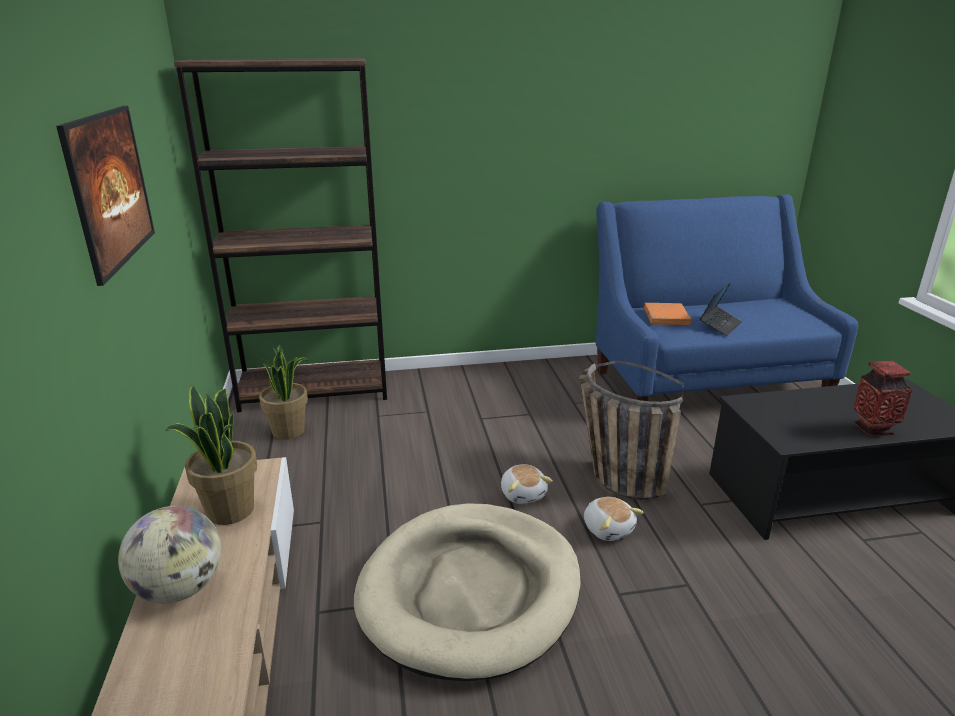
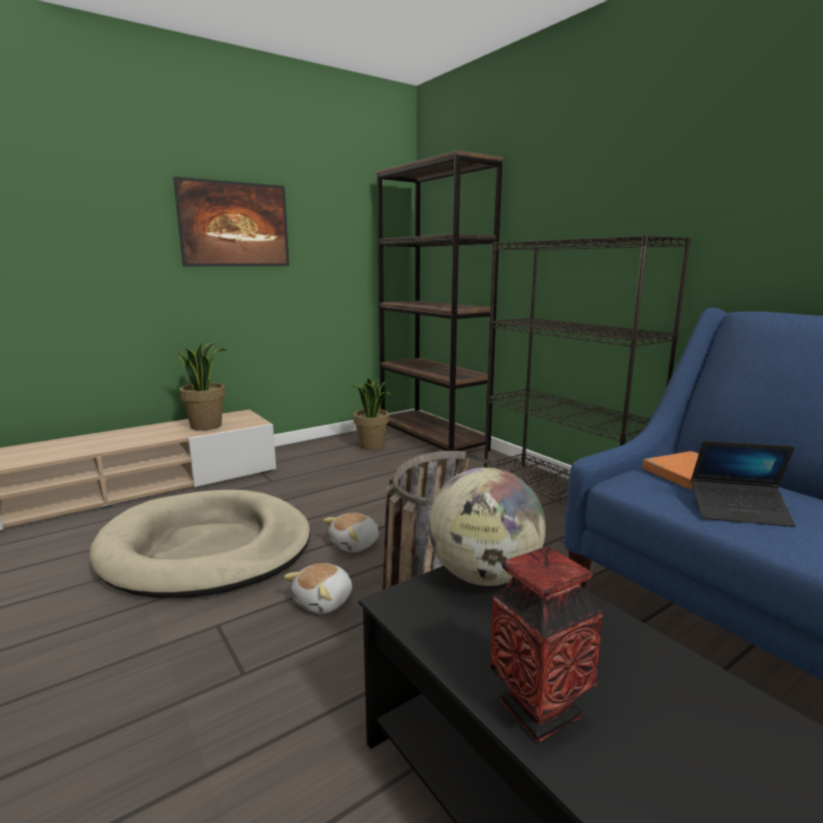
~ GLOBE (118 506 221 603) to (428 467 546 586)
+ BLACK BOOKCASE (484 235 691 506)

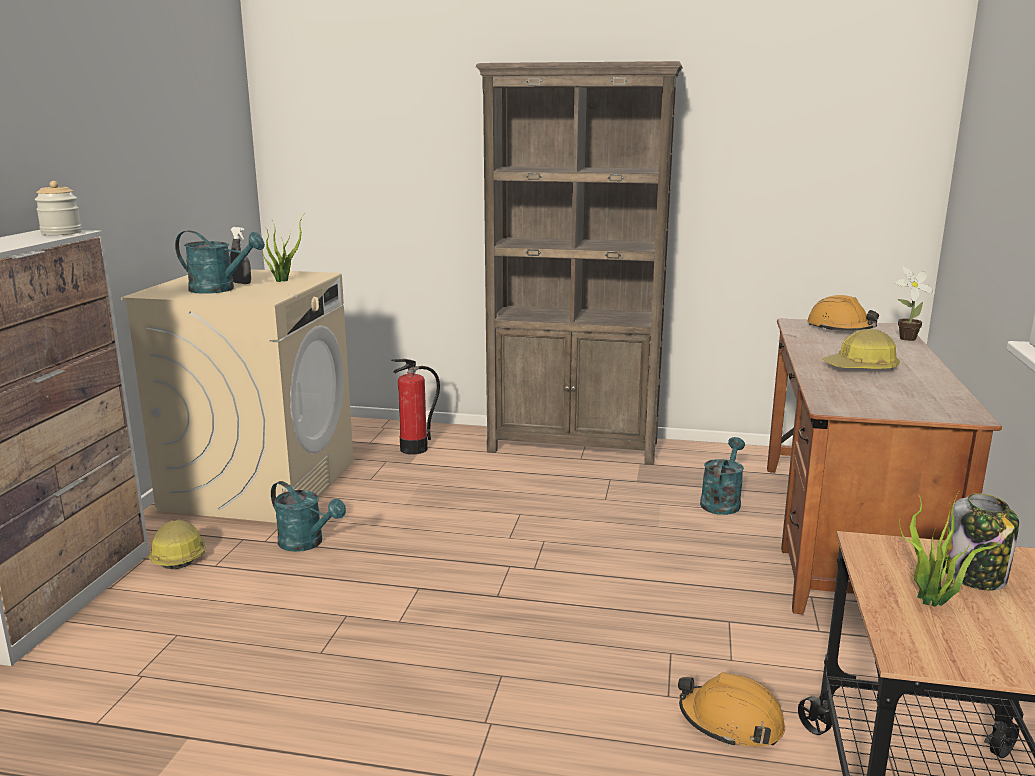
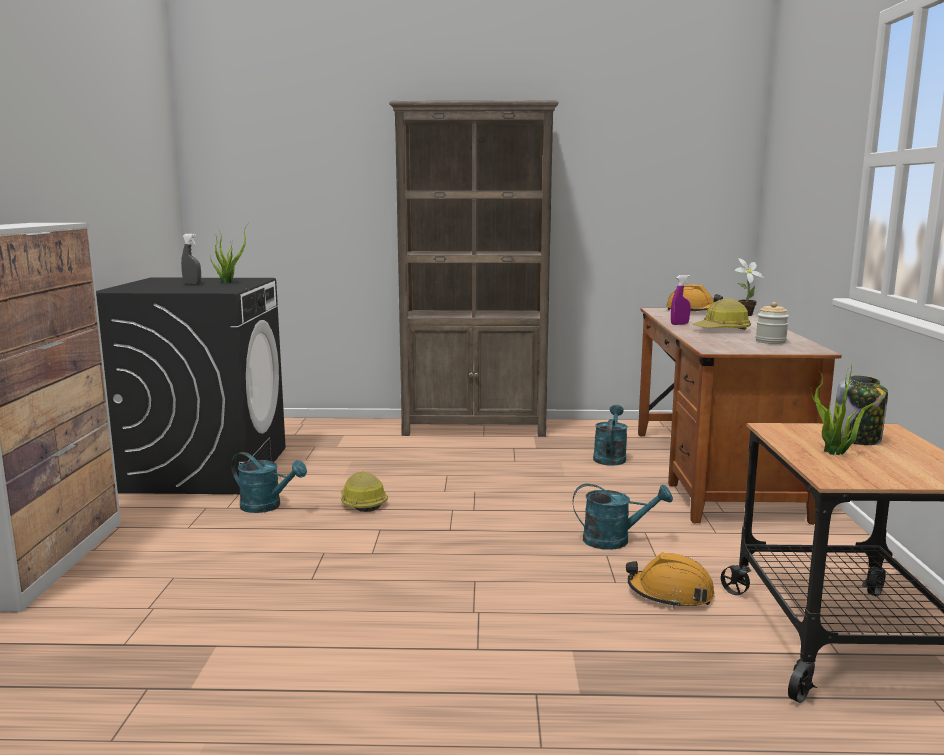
~ JAR (35 181 82 235) to (756 302 789 344)
~ TURQUOISE WATERING CAN (175 230 265 294) to (573 484 673 550)
~ BEIGE WASHING MACHINE (121 269 354 523) to BLACK WASHING MACHINE (96 278 286 494)
- FIRE EXTINGUISHER (392 359 440 455)
~ HARD HAT (149 519 206 569) to (341 471 388 512)
+ PURPLE SPRAY BOTTLE (671 275 691 325)

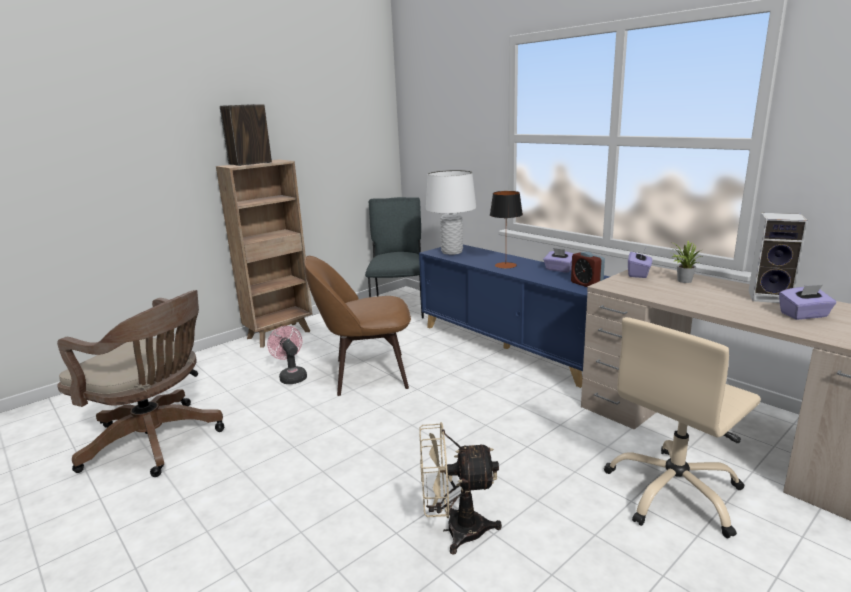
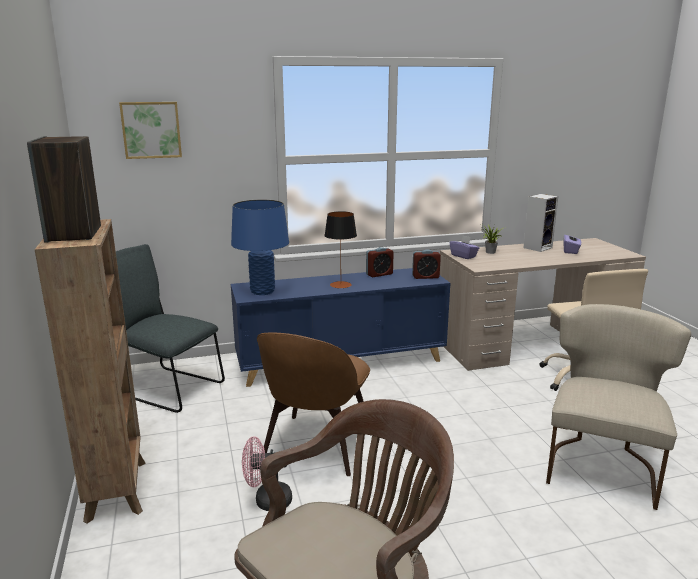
~ WHITE TABLE LAMP (426 170 476 255) to BLUE TABLE LAMP (231 200 289 295)
~ PURPLE TISSUE BOX (543 248 574 273) to ALARM CLOCK (366 247 394 277)
~ BEIGE FAN (419 422 502 555) to BEIGE CHAIR (546 304 691 510)
+ PICTURE (119 102 182 159)

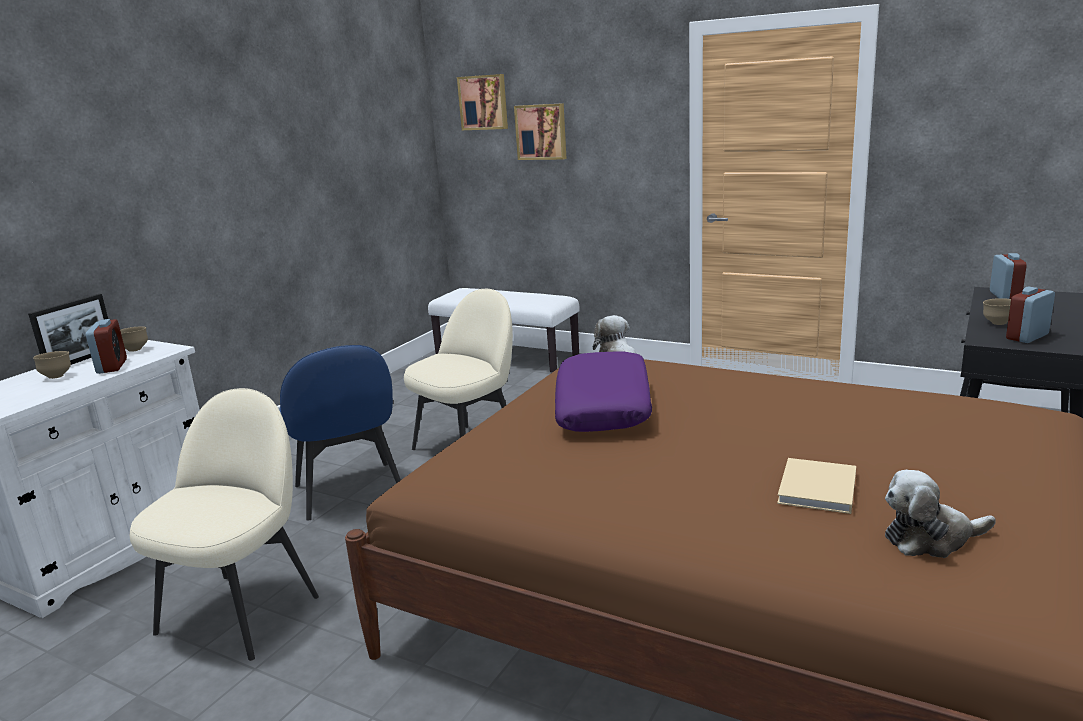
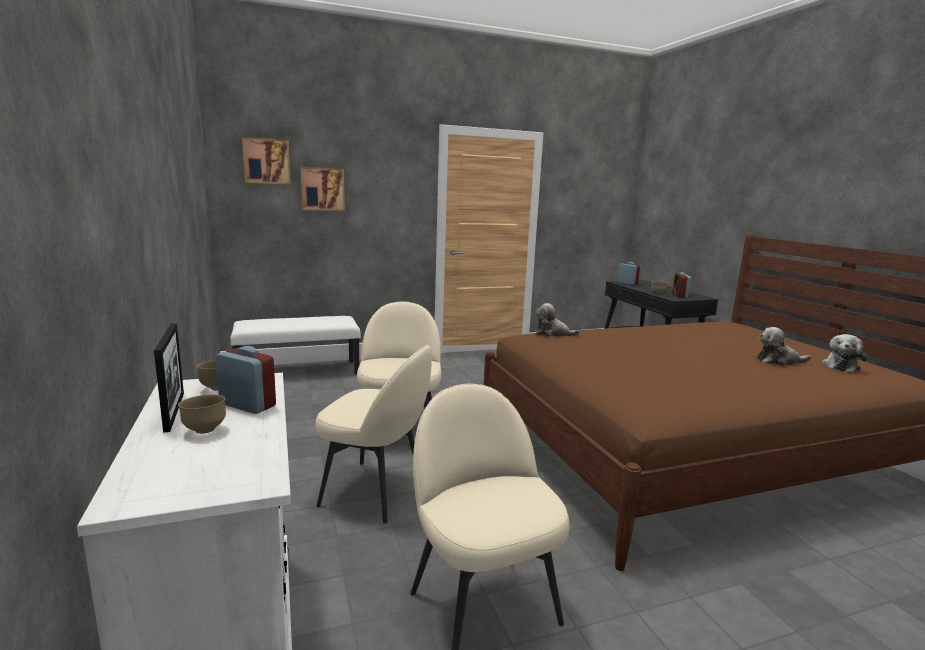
~ BLUE CHAIR (279 345 401 521) to BEIGE CHAIR (315 345 432 523)
- PURPLE PILLOW (555 351 652 432)
~ BEIGE BOOK (777 458 856 514) to PLUSH TOY (757 327 811 366)

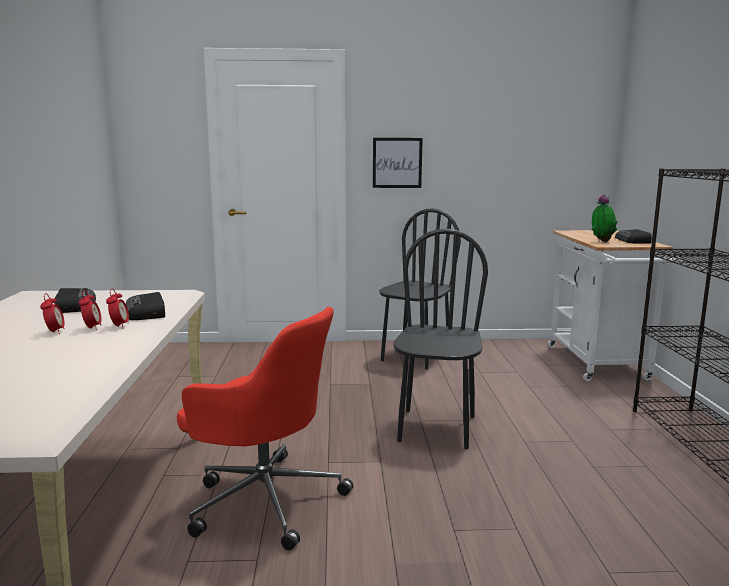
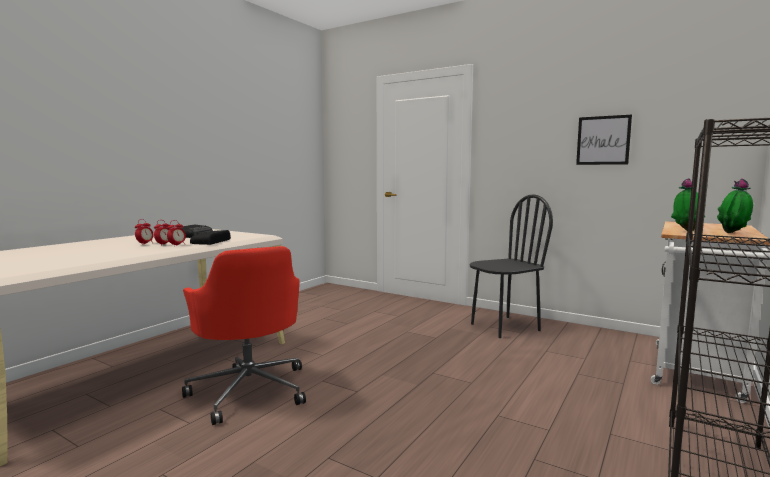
~ PICTURE (373 138 423 188) to (576 115 632 165)
- BLACK CHAIR (393 229 488 449)
~ RADIO (615 229 652 243) to POTTED PLANT (717 179 753 233)

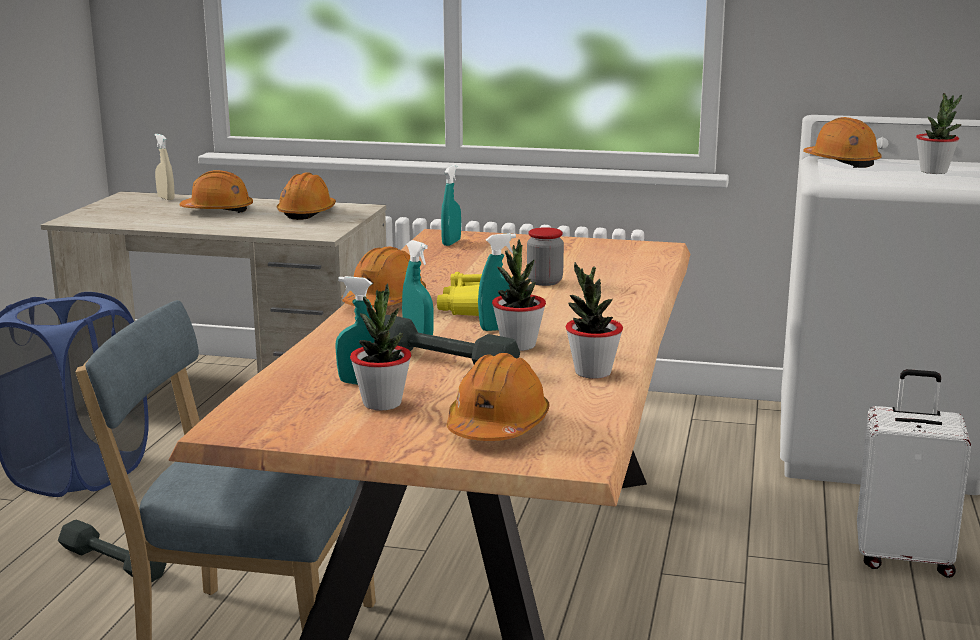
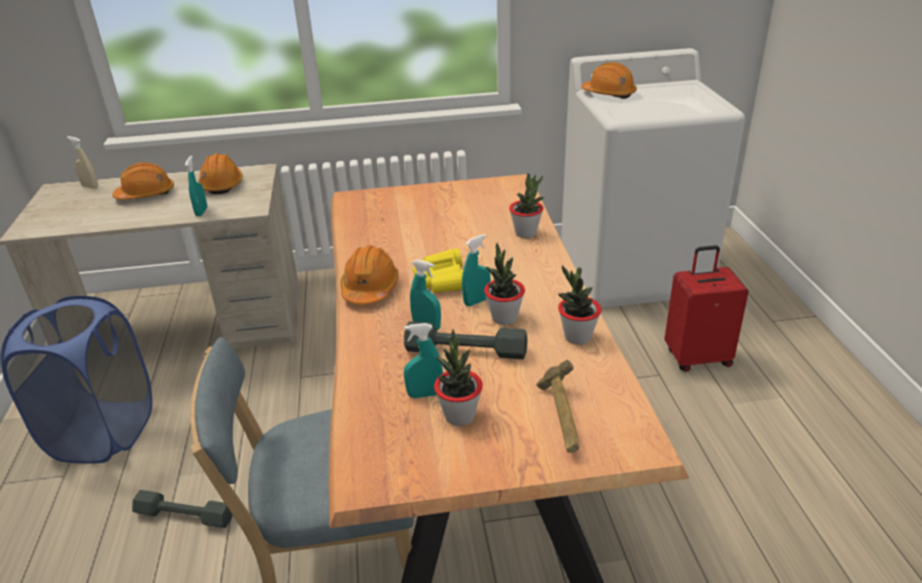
~ POTTED PLANT (916 93 962 174) to (509 173 544 238)
~ TURQUOISE SPRAY BOTTLE (441 165 461 246) to (185 156 207 216)
- JAR (527 227 564 286)
~ ORANGE HARD HAT (447 353 550 441) to HAMMER (536 360 579 453)
~ WHITE SUITCASE (857 369 971 578) to RED SUITCASE (665 245 749 372)

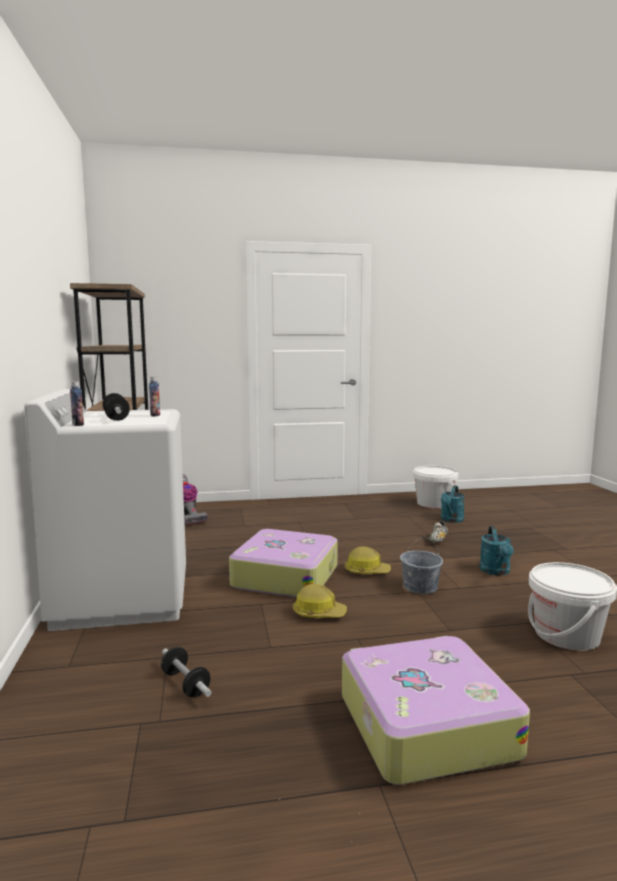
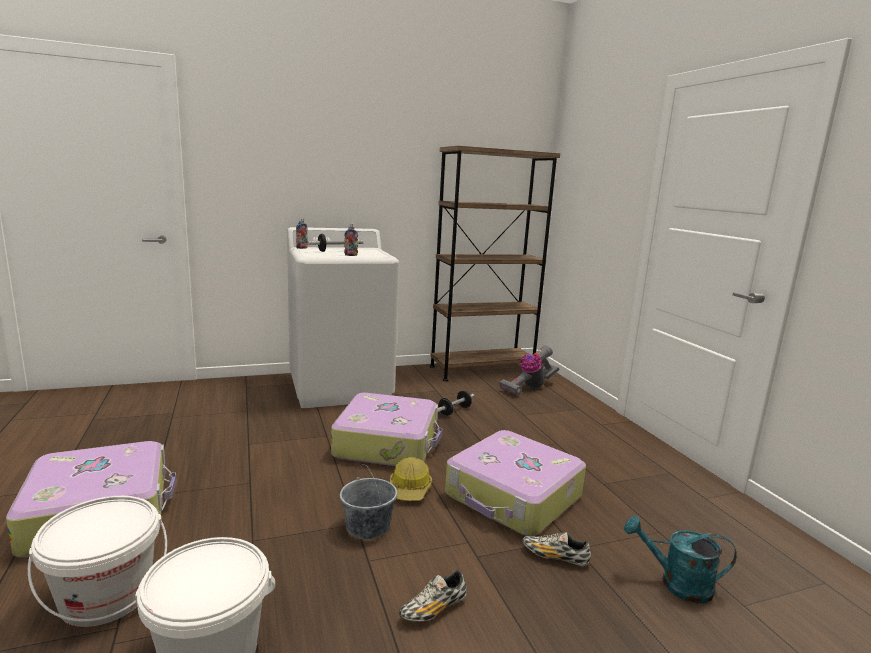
~ WHITE BUCKET (413 466 458 509) to (28 496 167 627)
~ TURQUOISE WATERING CAN (479 526 514 575) to SHOE (399 570 467 622)
- HARD HAT (293 584 347 618)
~ DUMBBELL (161 647 212 697) to (438 391 474 416)
+ SUITCASE (445 430 586 536)

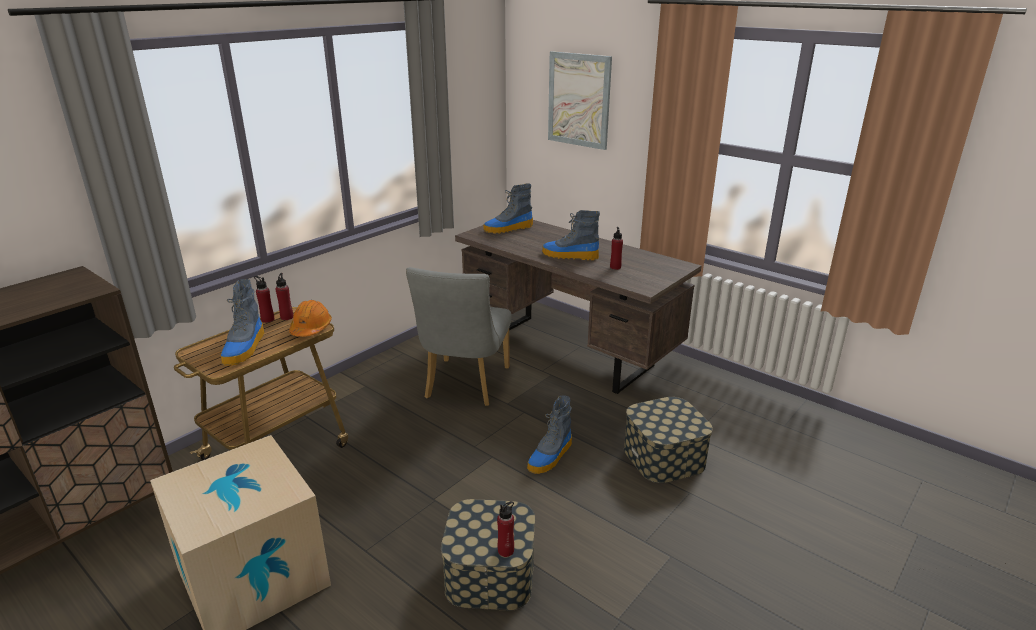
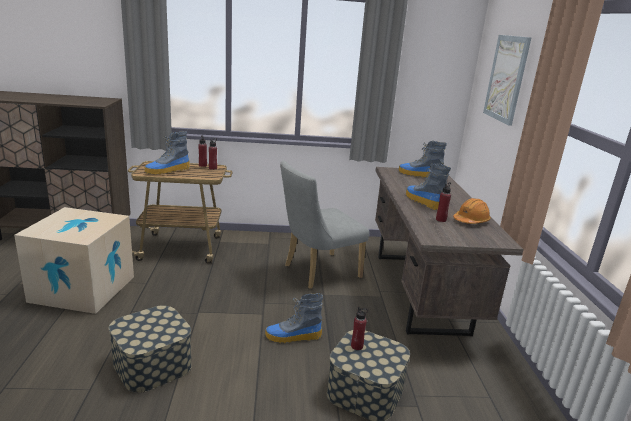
~ ORANGE HARD HAT (289 300 332 337) to (453 198 491 224)
~ RED BOTTLE (497 501 514 557) to (351 307 368 350)

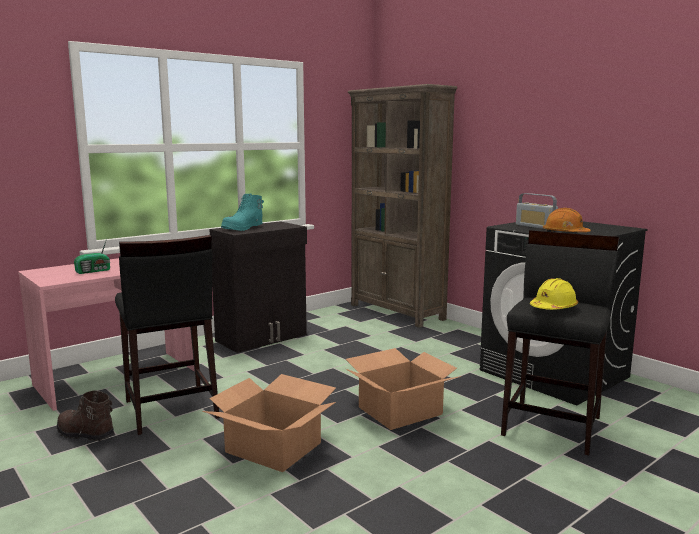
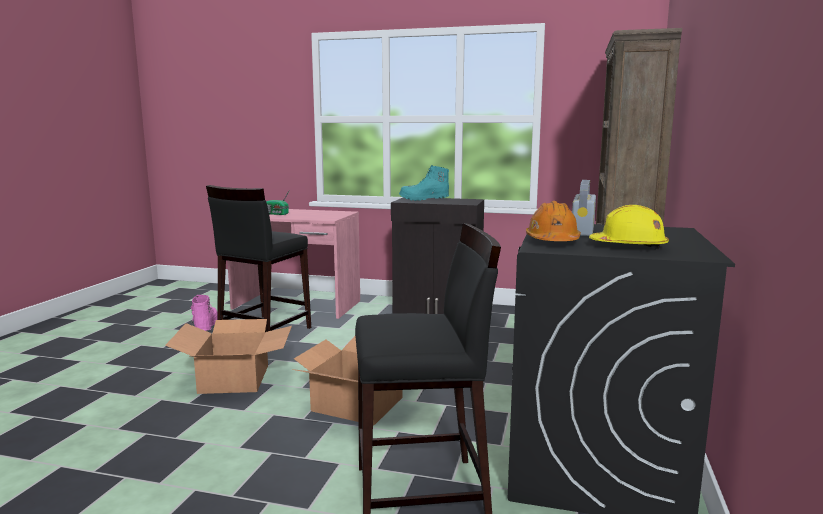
~ YELLOW HARD HAT (530 278 578 310) to (589 205 669 250)
~ BROWN BOOT (57 390 115 441) to PINK BOOT (191 295 218 331)

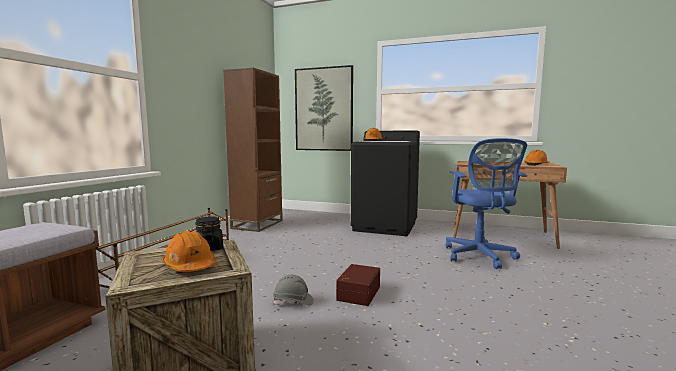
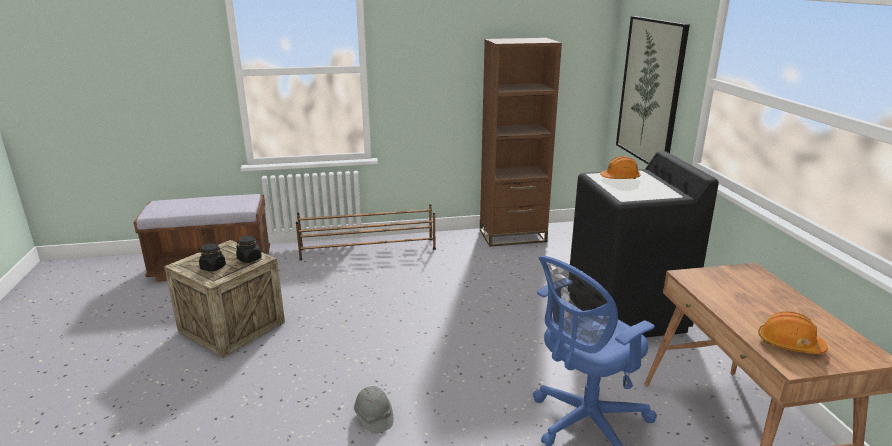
~ ORANGE HARD HAT (163 231 216 272) to BLACK JAR (199 243 226 272)
- BROWN STORAGE BOX (336 264 380 306)
~ GREY HARD HAT (273 274 314 305) to (354 386 393 434)

